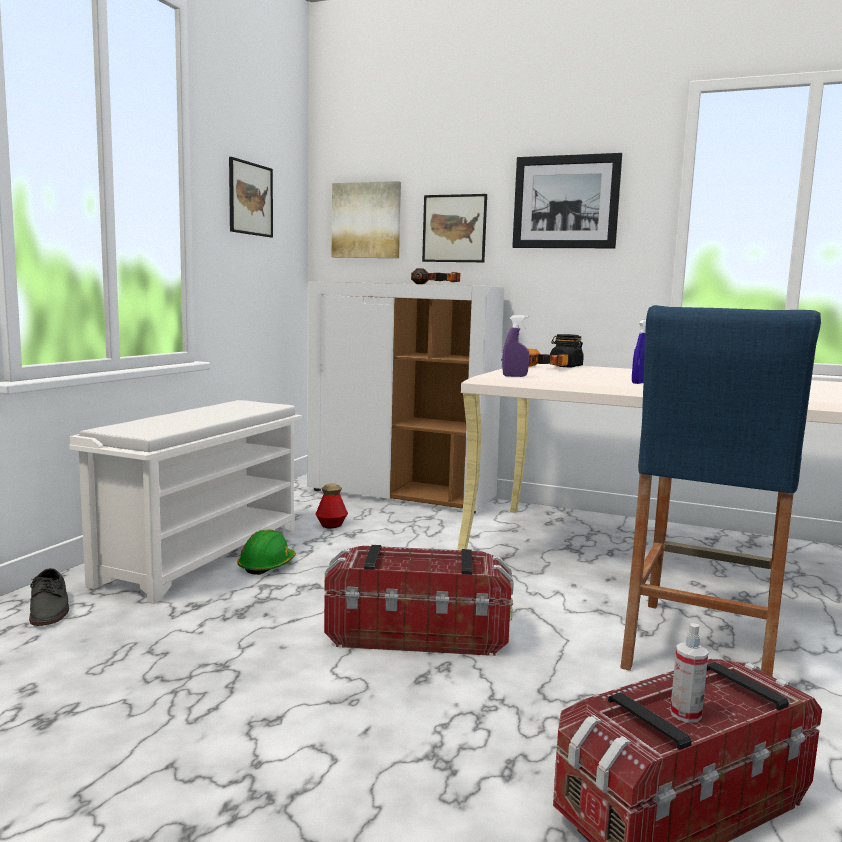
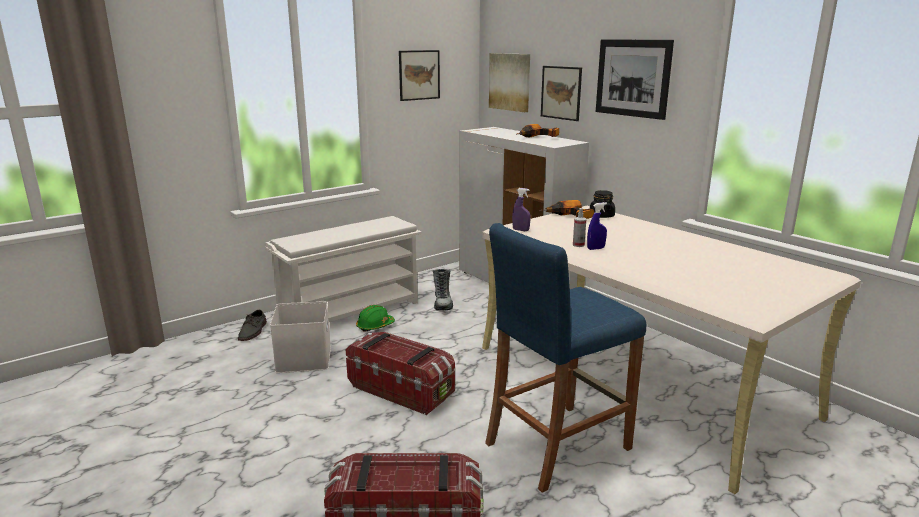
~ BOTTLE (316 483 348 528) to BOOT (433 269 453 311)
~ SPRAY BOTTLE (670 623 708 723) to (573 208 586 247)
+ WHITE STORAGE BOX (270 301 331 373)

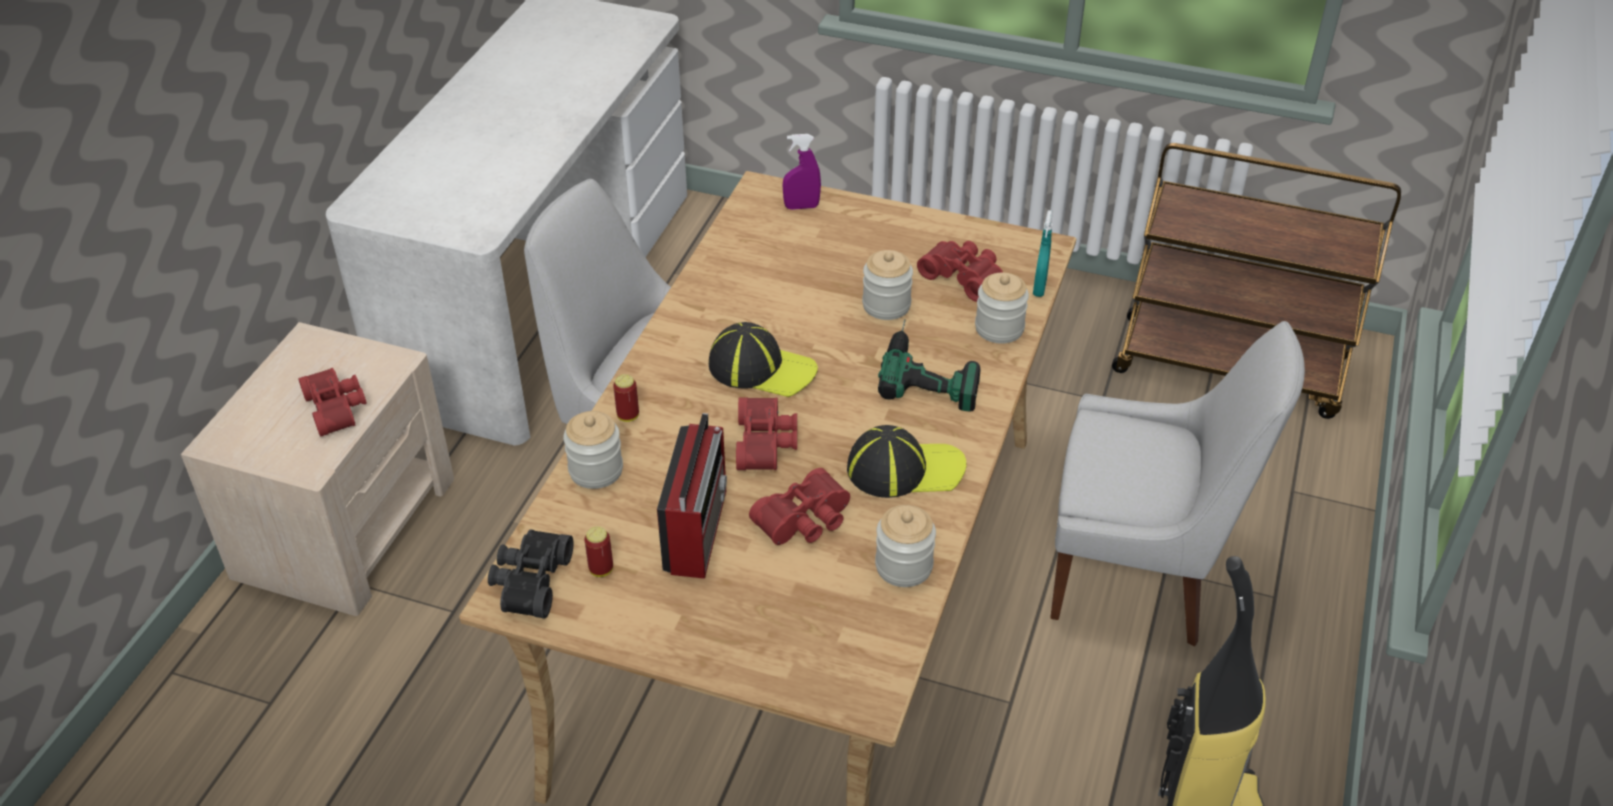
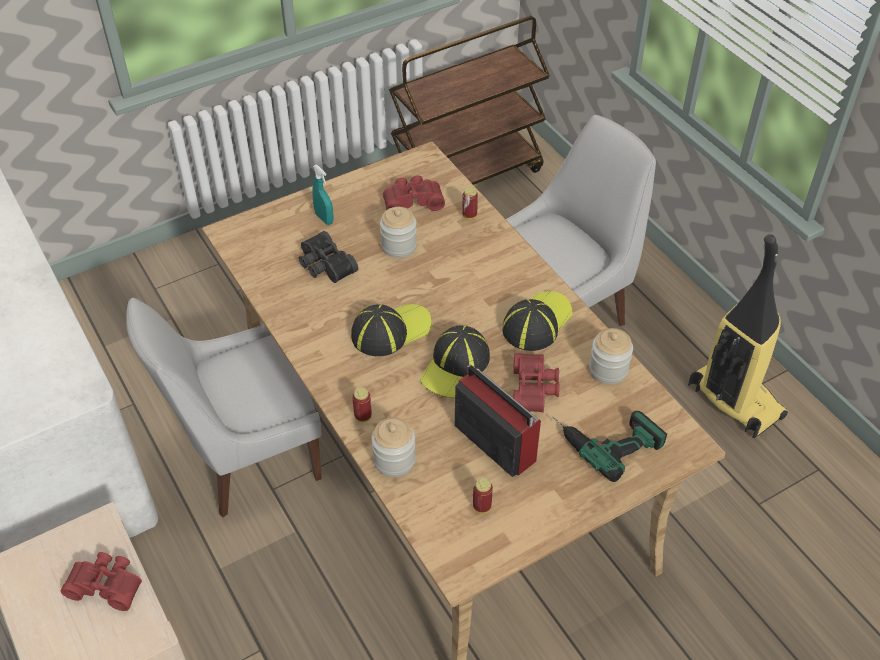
- PURPLE SPRAY BOTTLE (782 134 821 210)
~ TURQUOISE SPRAY BOTTLE (1033 210 1053 297) to (312 165 334 225)
~ JAR (975 273 1029 344) to CAN (462 188 478 219)
~ POWER DRILL (878 319 981 412) to (552 411 667 482)
~ RED BINOCULARS (736 397 797 470) to CAP (420 325 490 398)
~ BLACK BINOCULARS (488 529 573 618) to (299 231 358 283)

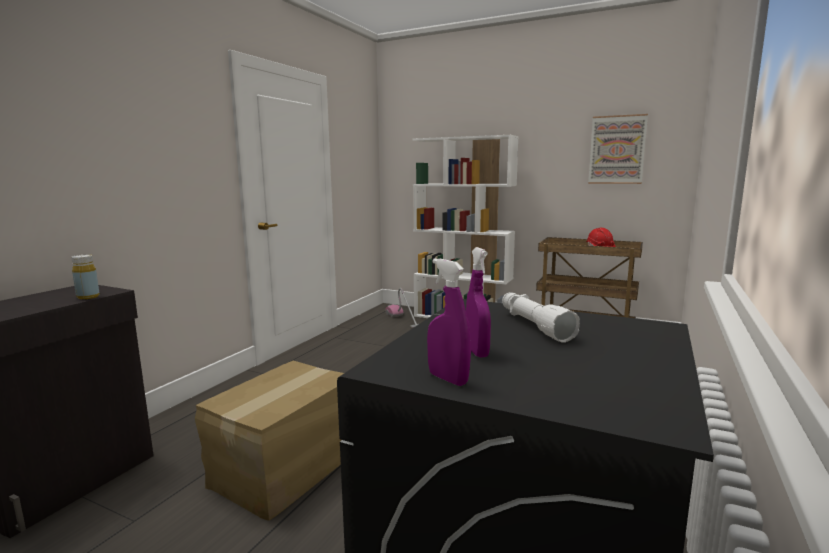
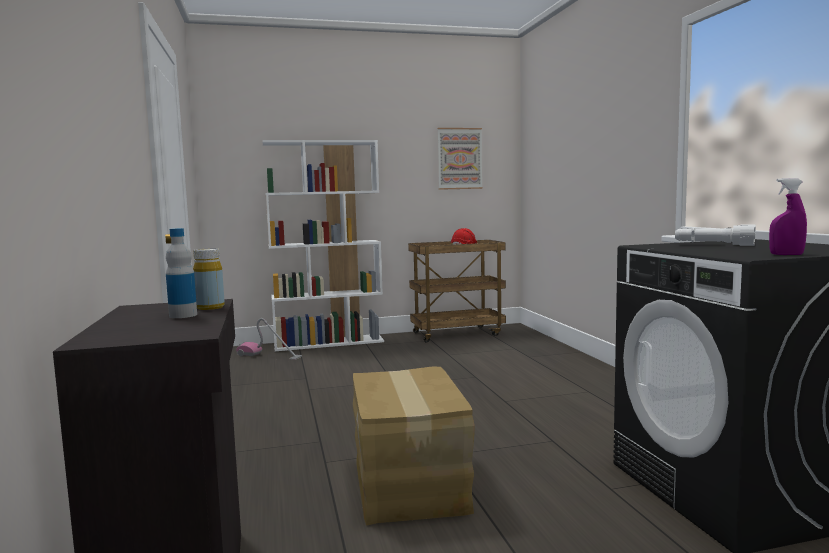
- PURPLE SPRAY BOTTLE (466 247 491 358)
+ BOTTLE (166 228 197 318)

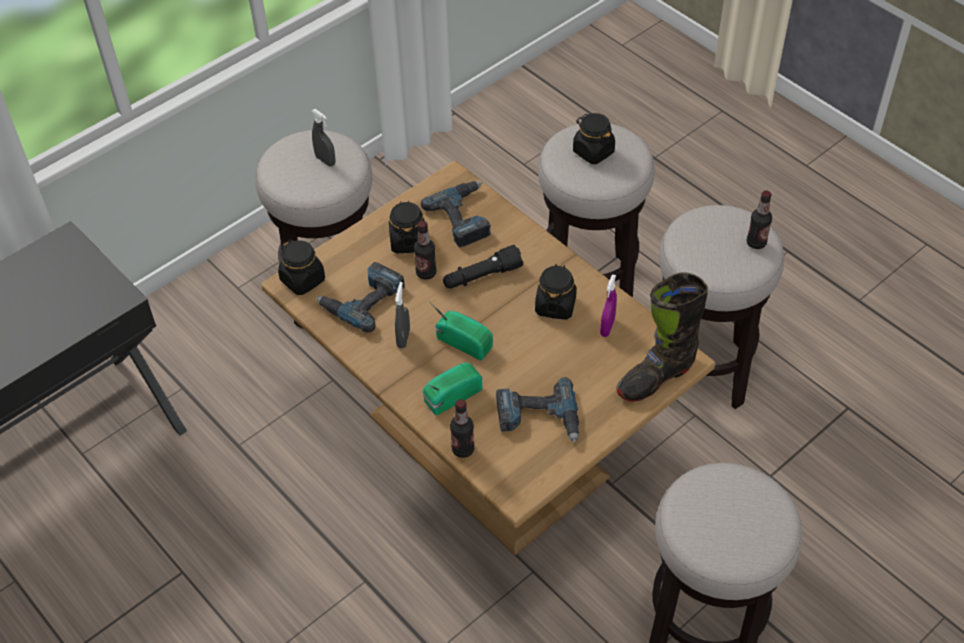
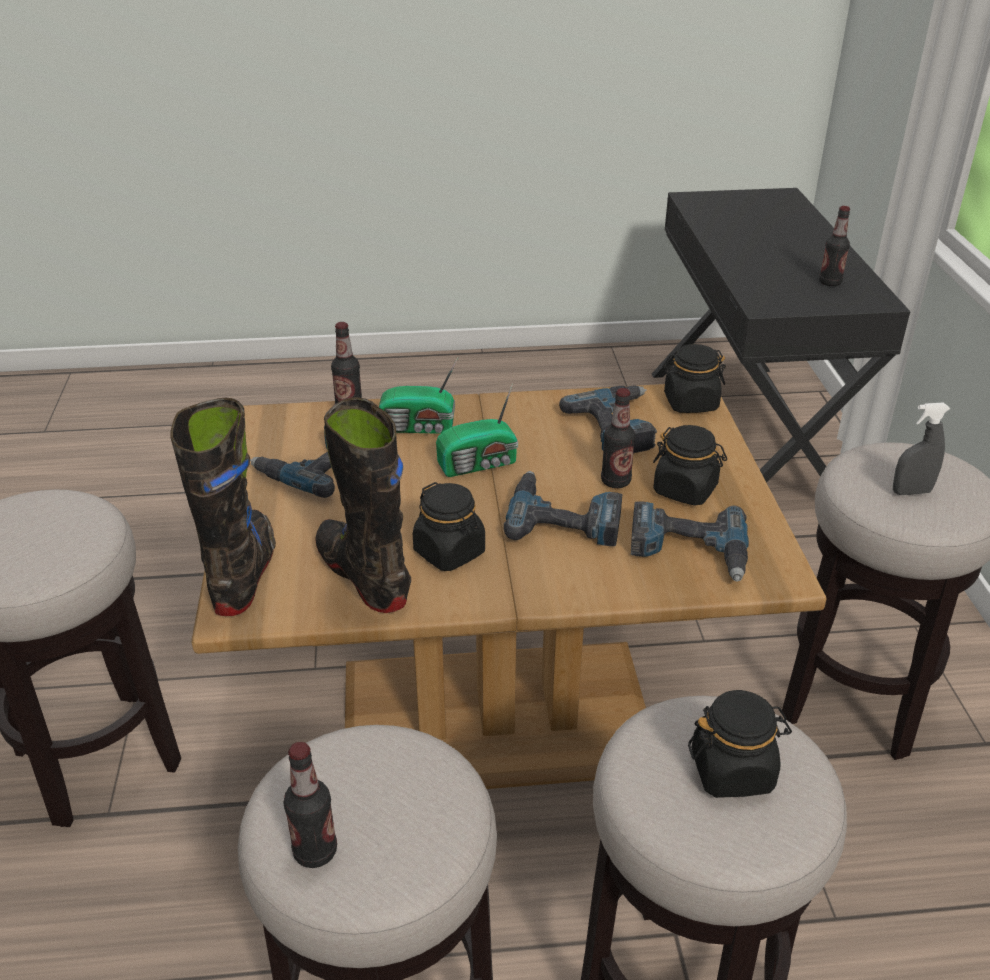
~ BLACK FLASHLIGHT (443 245 523 288) to POWER DRILL (504 471 622 546)
~ PURPLE SPRAY BOTTLE (600 274 617 337) to BLACK BOOT (315 397 411 613)
- GREY SPRAY BOTTLE (395 282 410 349)
~ RADIO (422 363 482 415) = (379 357 458 434) 90 degrees clockwise
+ BOTTLE (819 206 850 286)

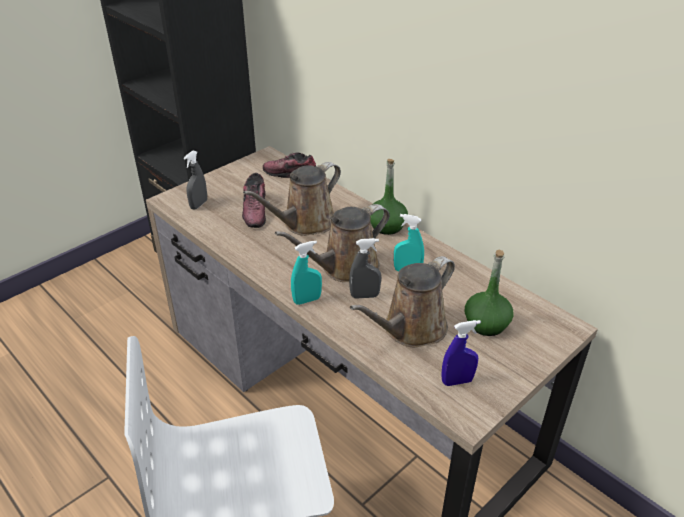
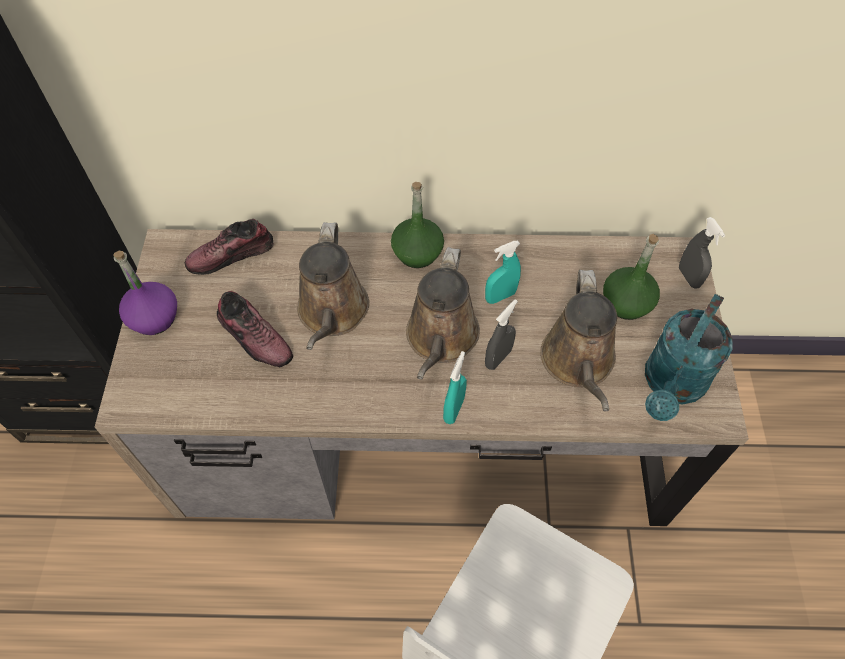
~ GREY SPRAY BOTTLE (184 151 207 210) to (679 217 725 289)
~ BLUE SPRAY BOTTLE (441 320 481 386) to TURQUOISE WATERING CAN (645 294 732 421)
+ PURPLE BOTTLE (113 251 177 335)

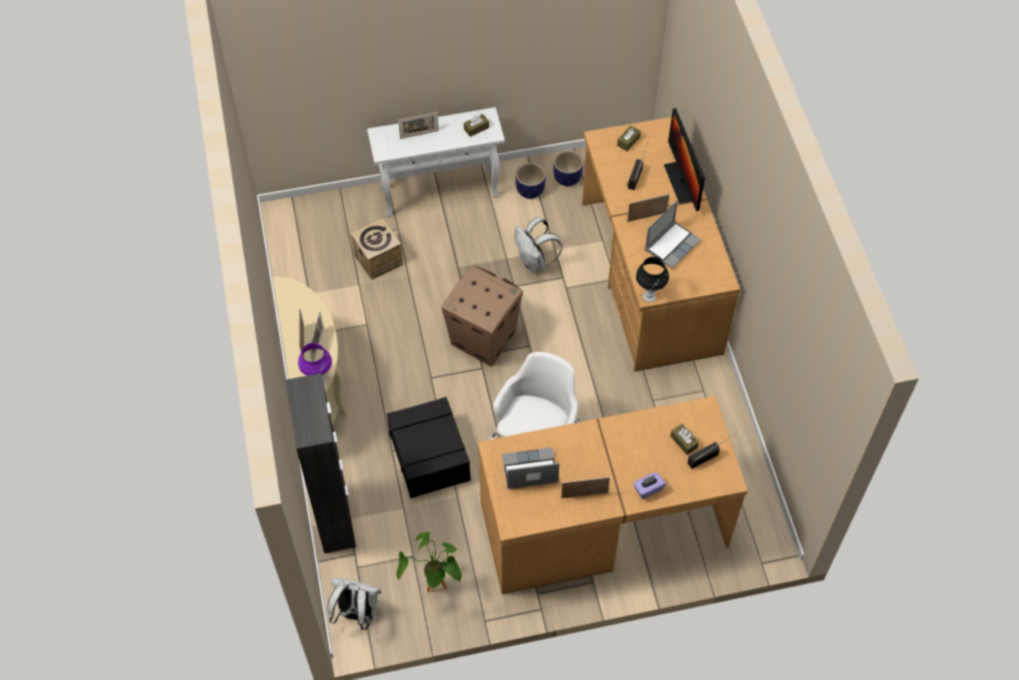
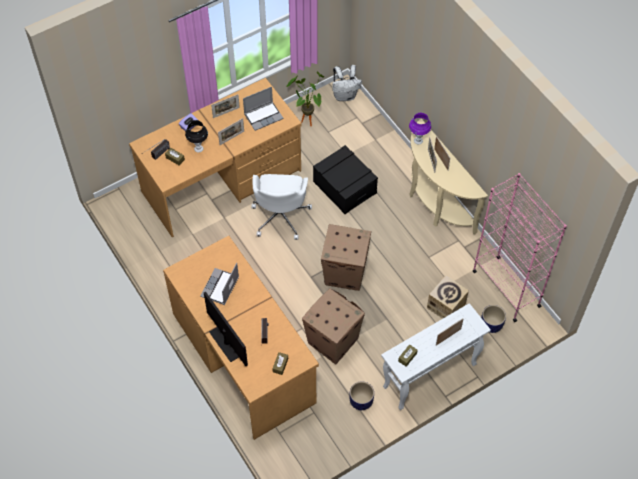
~ PLANTER (553 151 583 186) to (481 305 506 333)
~ PICTURE FRAME (627 194 670 222) to (218 118 244 145)
~ WHITE BACKPACK (514 217 562 273) to CARDBOARD BOX (302 288 365 364)
~ BLACK TABLE LAMP (636 257 669 302) to (185 120 208 152)
- BLACK CABINET (285 373 356 553)
+ PINK BOOKCASE (472 173 567 322)

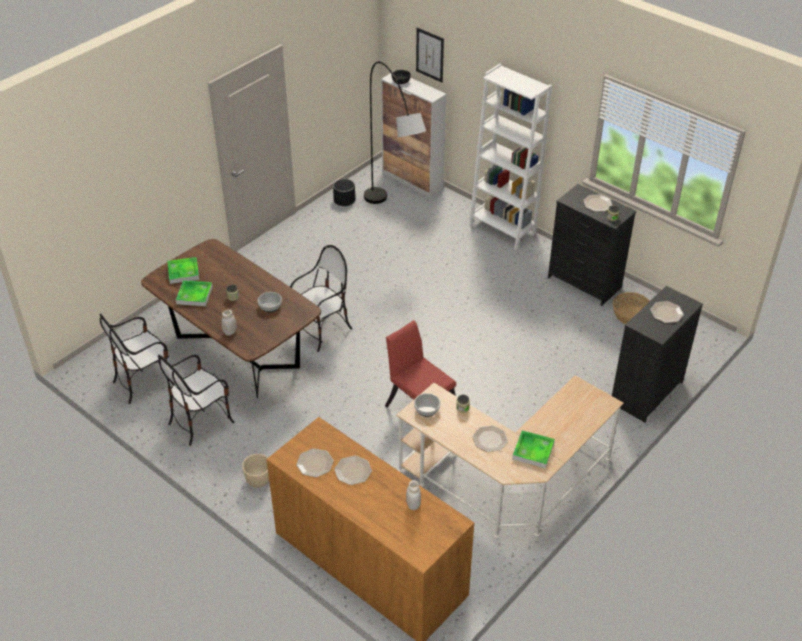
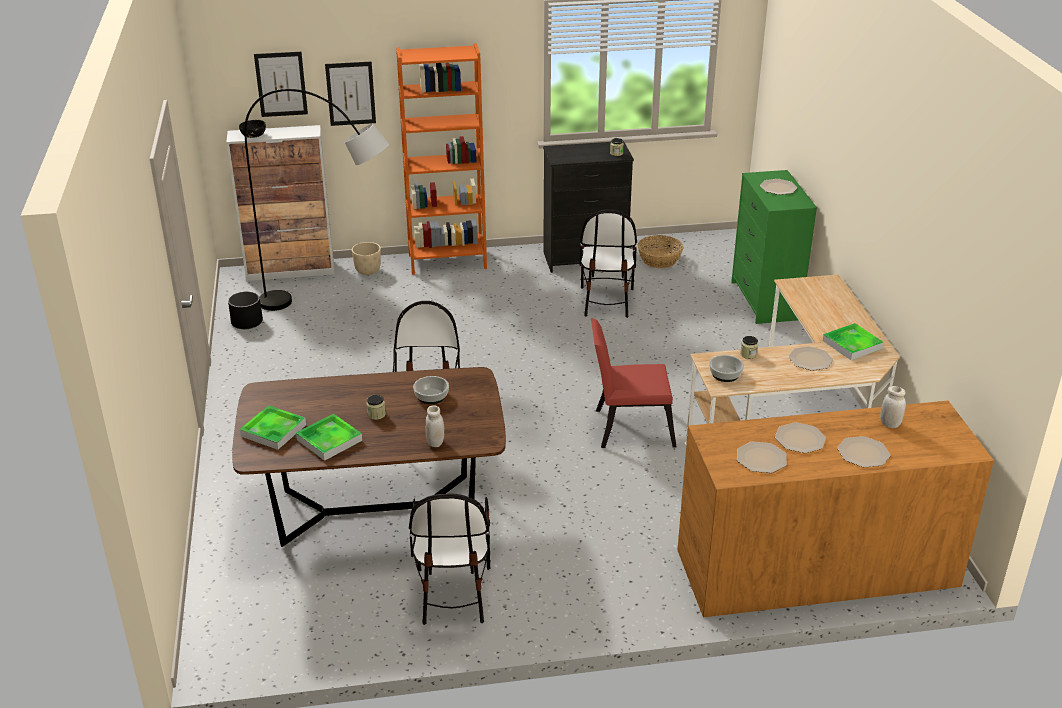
~ WHITE BOOKCASE (469 64 552 250) to ORANGE BOOKCASE (396 43 487 275)
~ PLATE (583 194 612 212) to (837 436 890 468)
~ BLACK DRESSER (612 286 703 422) to GREEN DRESSER (731 170 817 324)
~ CHAIR (100 313 173 404) to (580 210 637 318)
~ BEIGE PLANTER (242 454 269 488) to (352 242 381 275)
+ PICTURE (325 62 376 126)

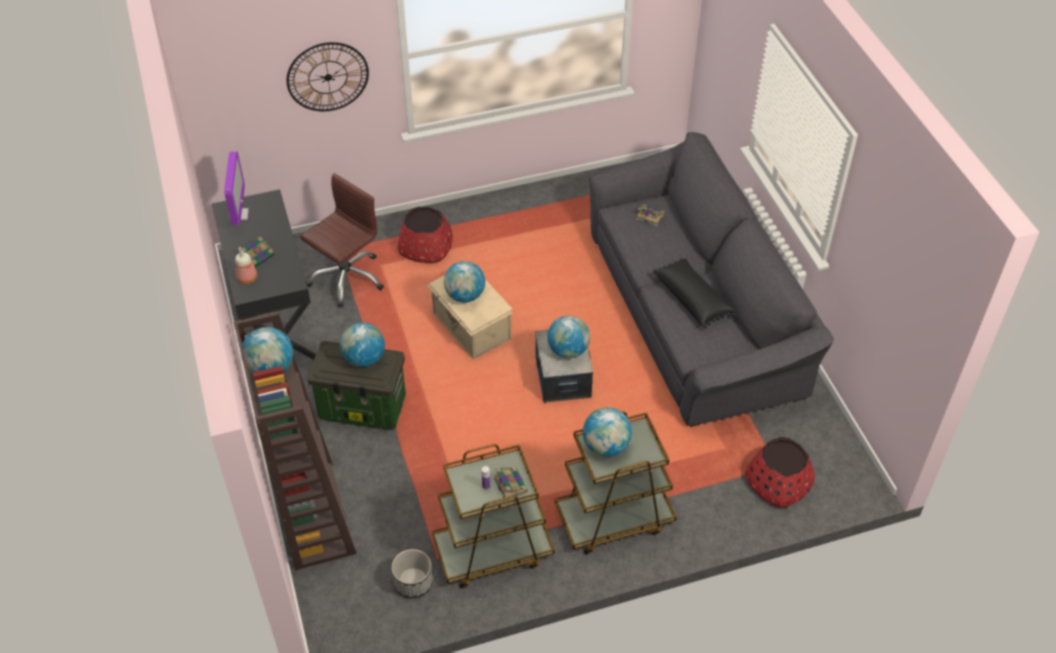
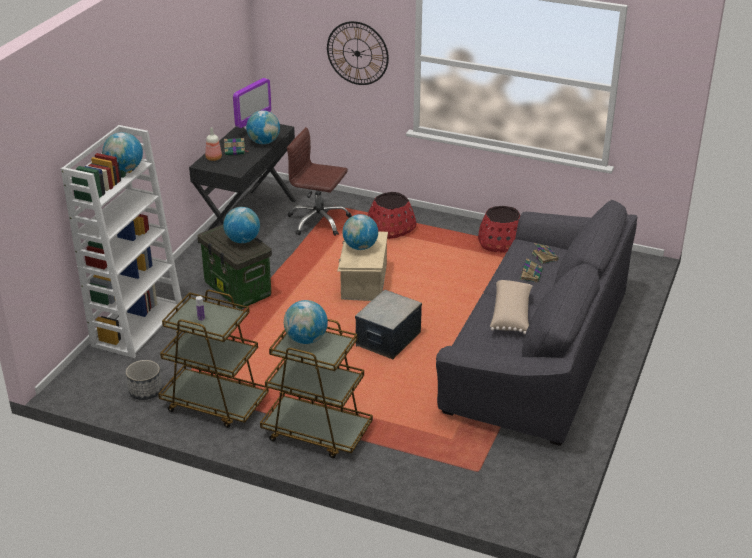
~ BROWN OFFICE CHAIR (300 173 384 307) = (287 127 352 236) 150 degrees counterclockwise
~ BLACK PILLOW (653 258 736 328) to BEIGE PILLOW (490 280 533 335)
~ BROWN BOOKCASE (234 312 357 570) to WHITE BOOKCASE (61 125 183 358)
~ GLOBE (547 316 590 358) to (246 110 280 144)
~ RED PLANTER (745 437 815 508) to (478 206 520 253)
~ BOOK (494 467 528 501) to (520 258 543 283)

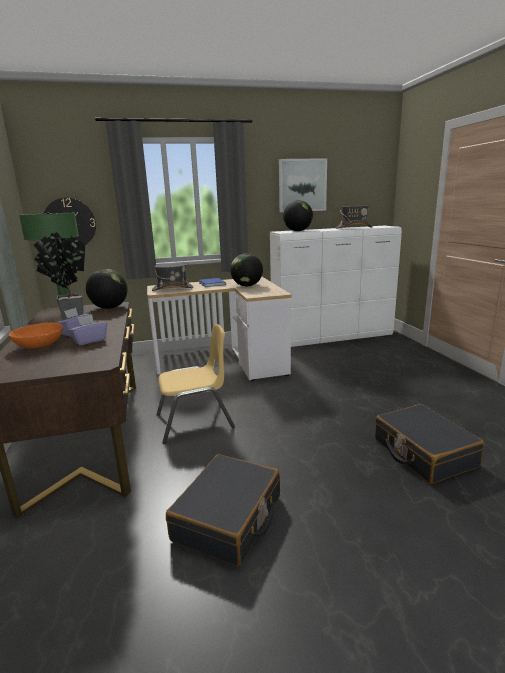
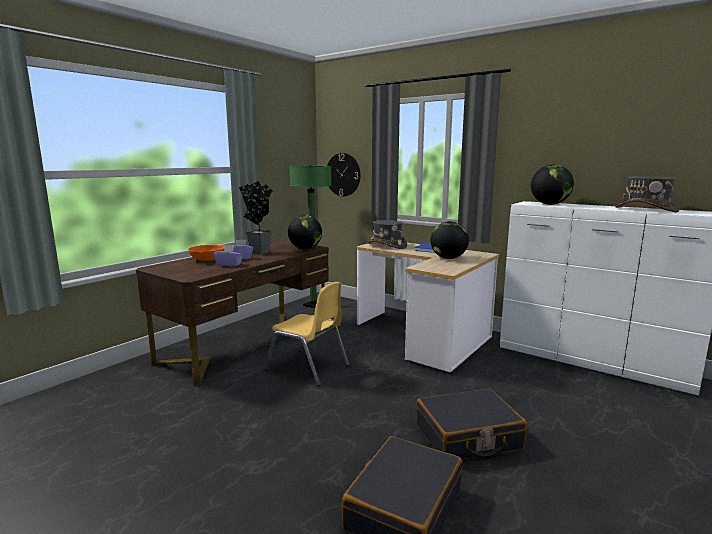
- PICTURE (279 158 327 212)
~ BLACK SUITCASE (166 454 280 567) to (416 388 527 460)

